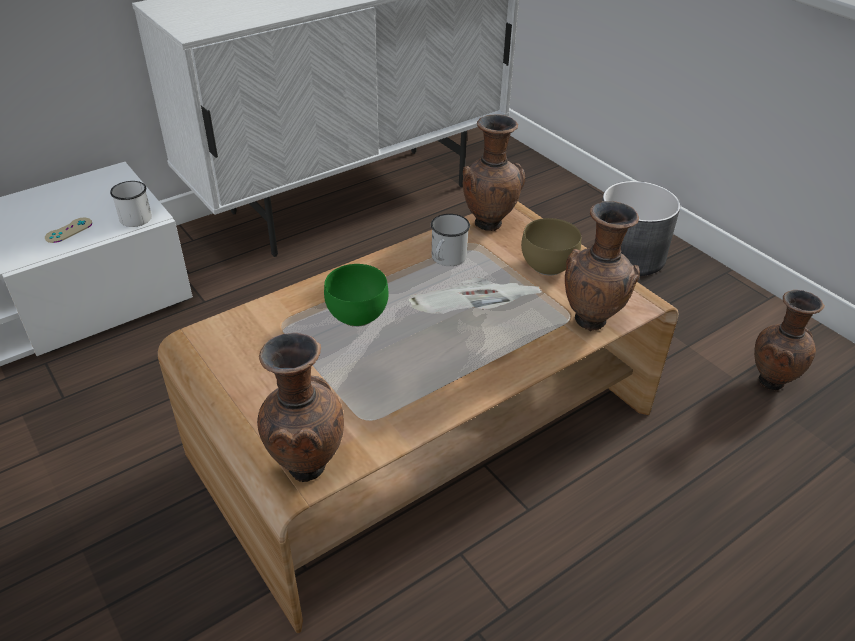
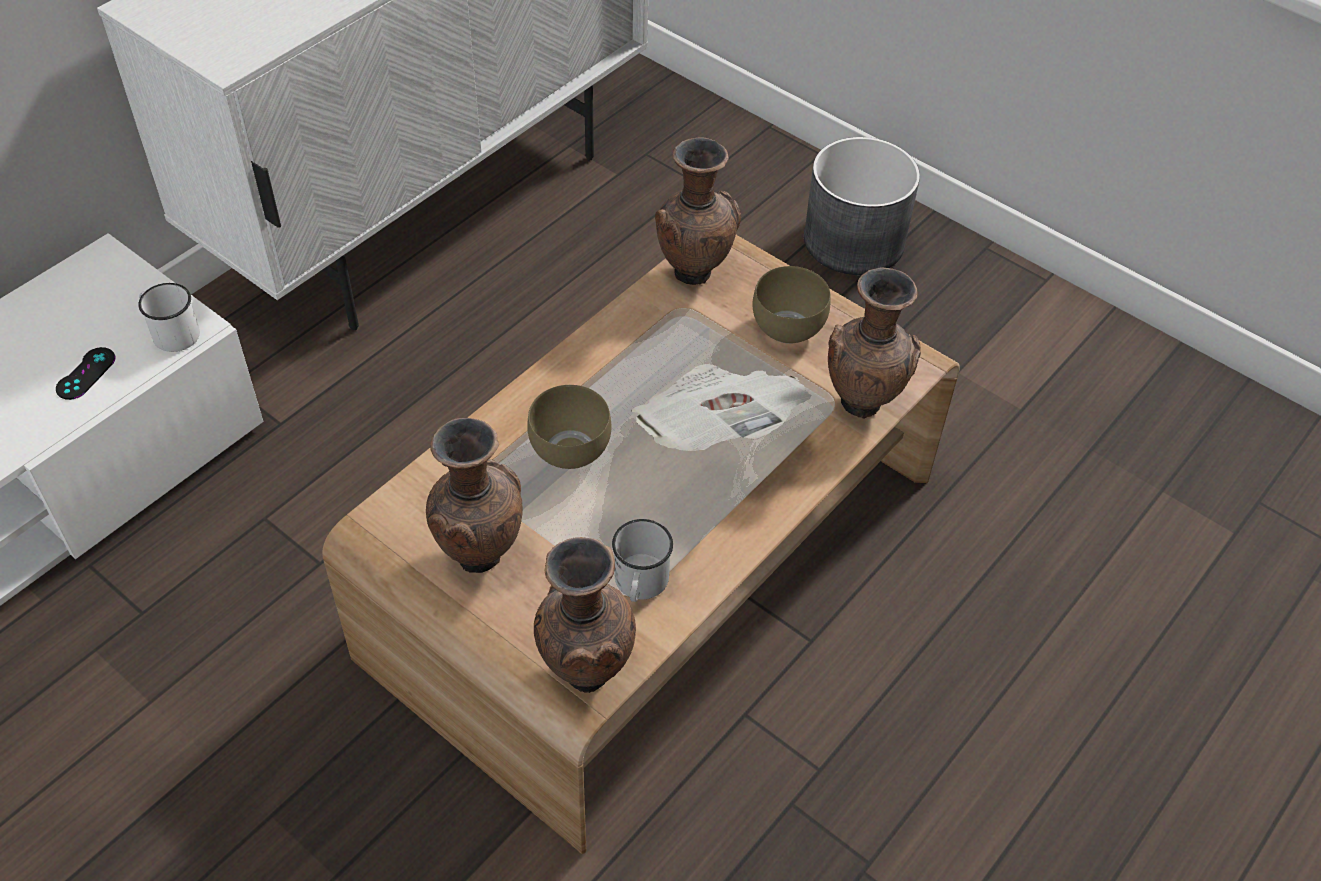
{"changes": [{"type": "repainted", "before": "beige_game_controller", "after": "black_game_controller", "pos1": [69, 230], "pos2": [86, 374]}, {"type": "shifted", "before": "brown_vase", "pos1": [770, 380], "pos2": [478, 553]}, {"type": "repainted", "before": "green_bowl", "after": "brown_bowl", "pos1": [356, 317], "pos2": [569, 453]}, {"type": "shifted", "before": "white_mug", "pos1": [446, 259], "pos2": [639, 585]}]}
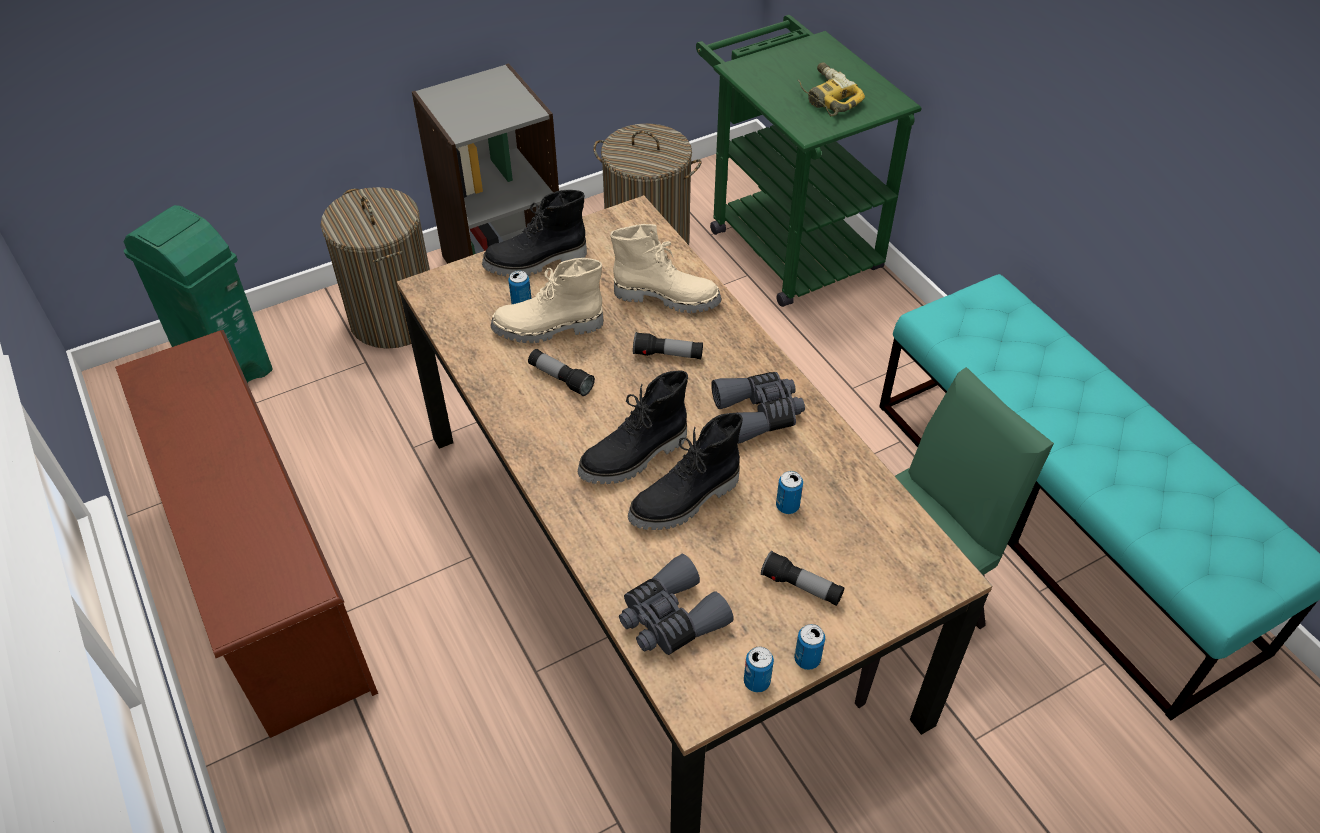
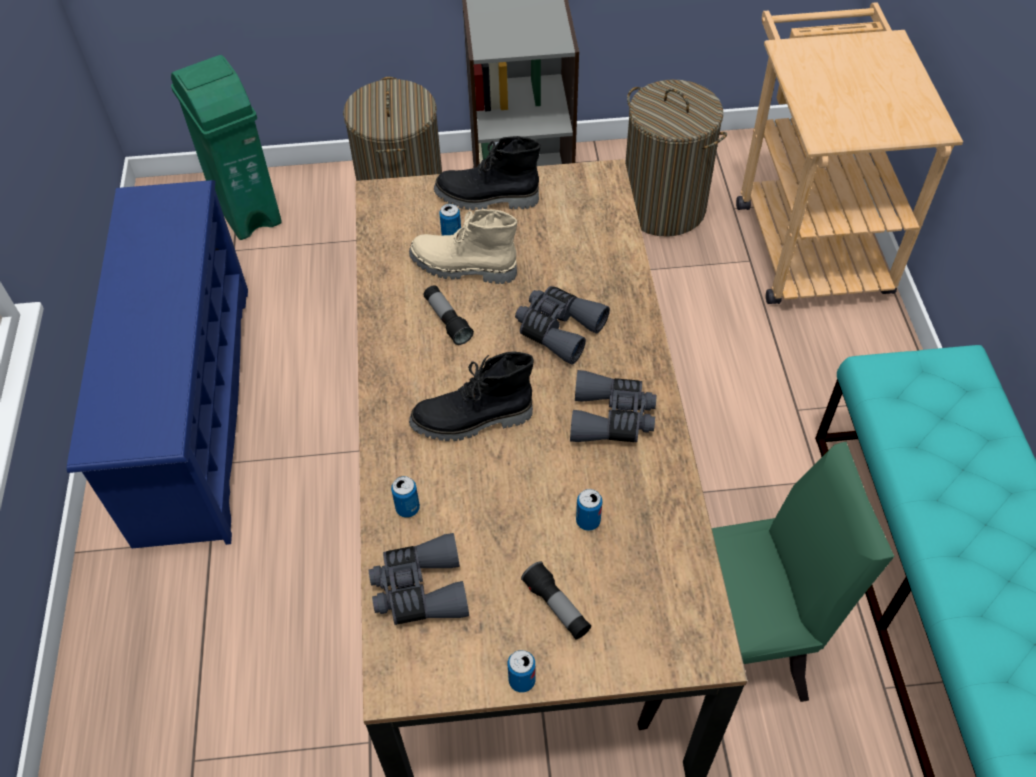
{"changes": [{"type": "repainted", "before": "brown_shoe_rack", "after": "blue_shoe_rack", "pos1": [266, 578], "pos2": [191, 409]}, {"type": "shifted", "before": "can", "pos1": [756, 681], "pos2": [407, 508]}, {"type": "swapped", "before": "flashlight", "after": "grey_binoculars", "pos1": [668, 355], "pos2": [558, 329]}, {"type": "repainted", "before": "green_cart", "after": "beige_cart", "pos1": [785, 240], "pos2": [807, 236]}, {"type": "gone", "before": "beige_boot", "pos1": [667, 297]}, {"type": "gone", "before": "black_boot", "pos1": [686, 501]}, {"type": "gone", "before": "power_drill", "pos1": [826, 97]}]}
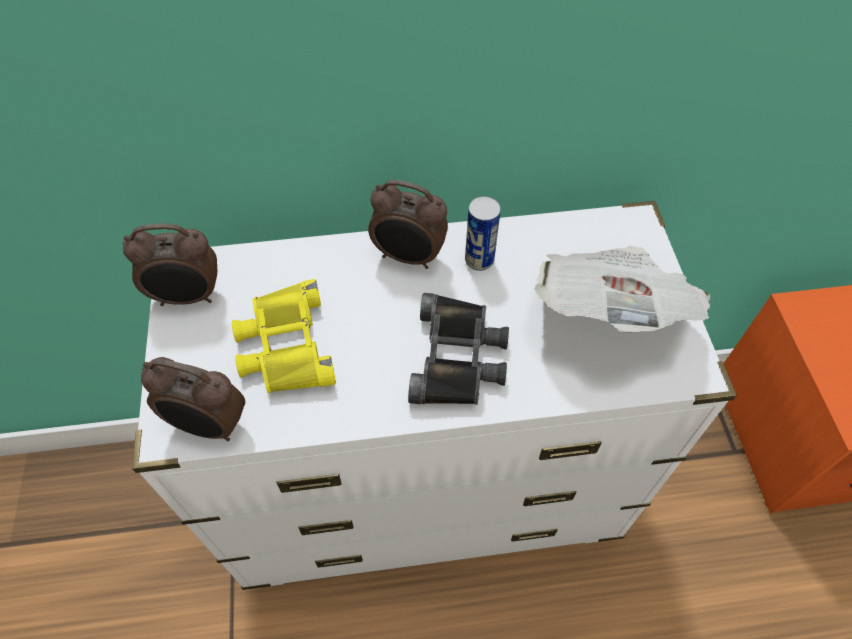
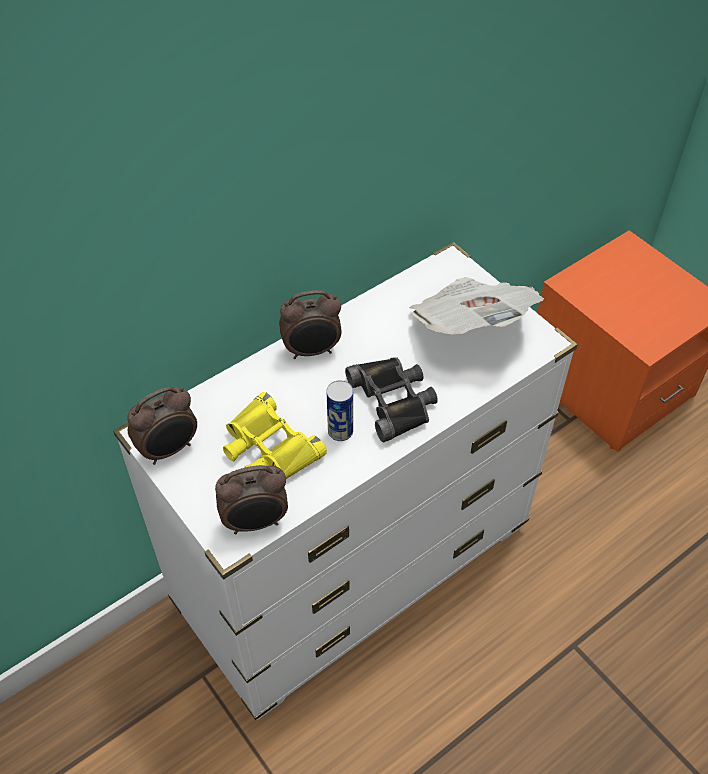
{"changes": [{"type": "shifted", "before": "can", "pos1": [479, 260], "pos2": [340, 431]}]}
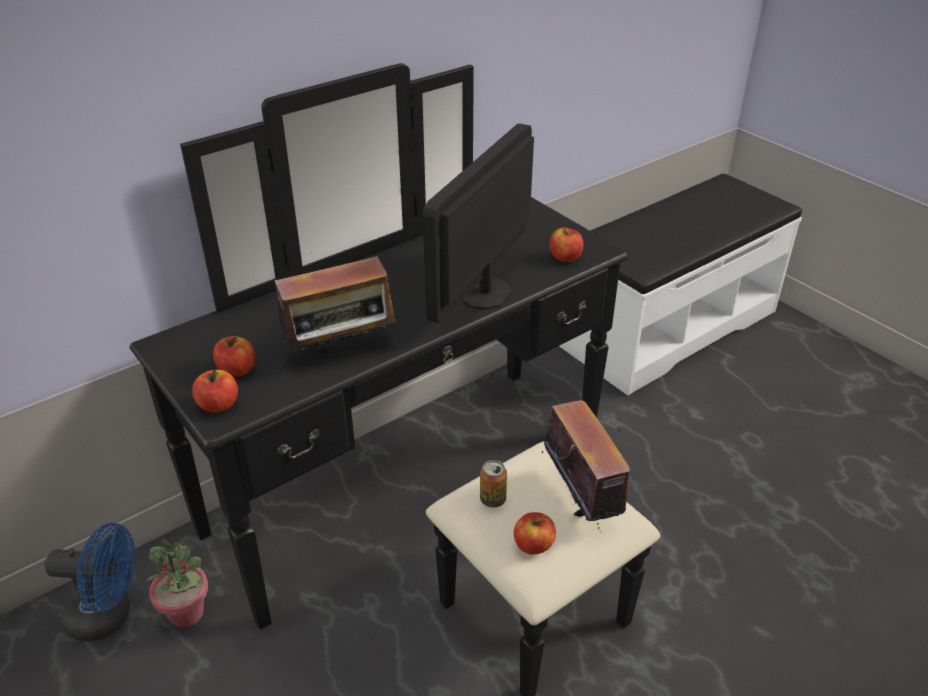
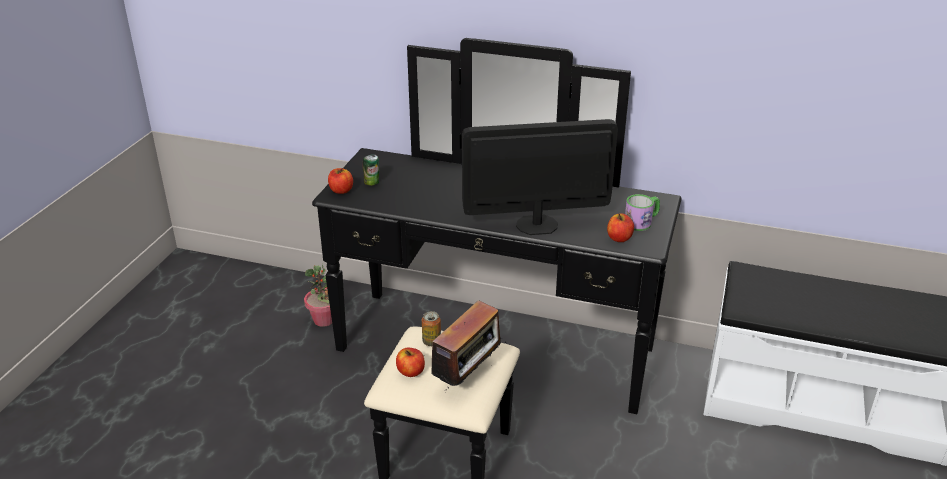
{"changes": [{"type": "swapped", "before": "apple", "after": "can", "pos1": [237, 370], "pos2": [372, 183]}, {"type": "new", "after": "mug", "pos2": [642, 222]}, {"type": "gone", "before": "blue_fan", "pos1": [109, 616]}, {"type": "gone", "before": "radio", "pos1": [342, 352]}]}
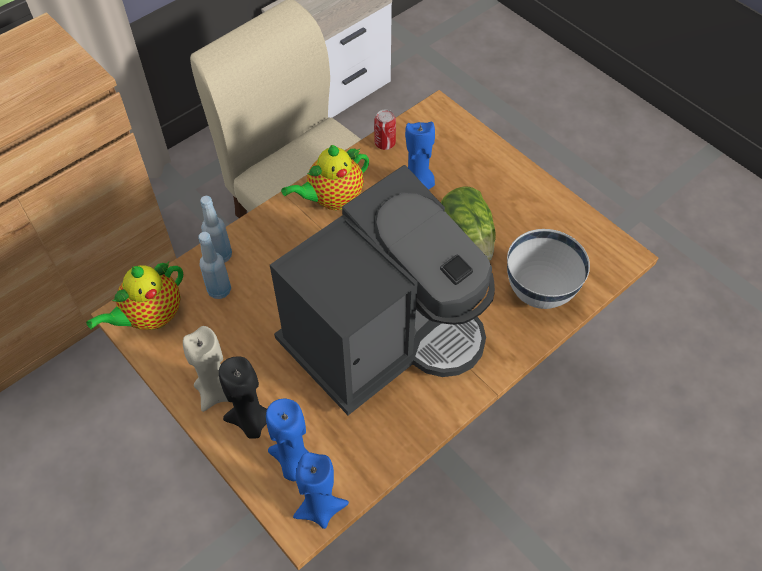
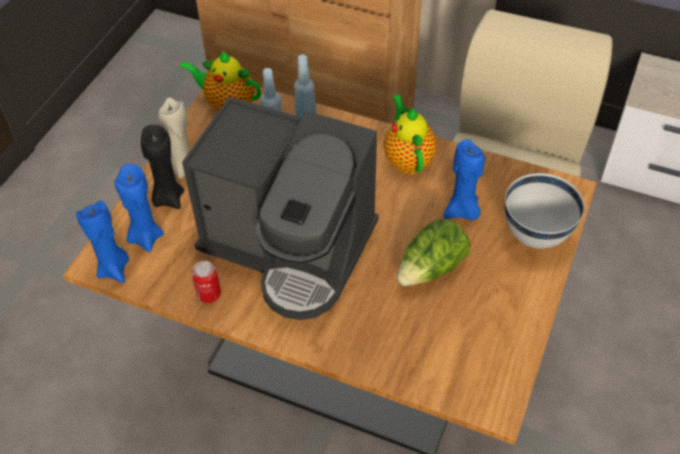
{"changes": [{"type": "shifted", "before": "can", "pos1": [385, 143], "pos2": [209, 294]}, {"type": "rotated", "before": "teapot", "pos1": [332, 199], "pos2": [407, 159], "turn": 45}, {"type": "shifted", "before": "white_bowl", "pos1": [538, 293], "pos2": [535, 235]}]}
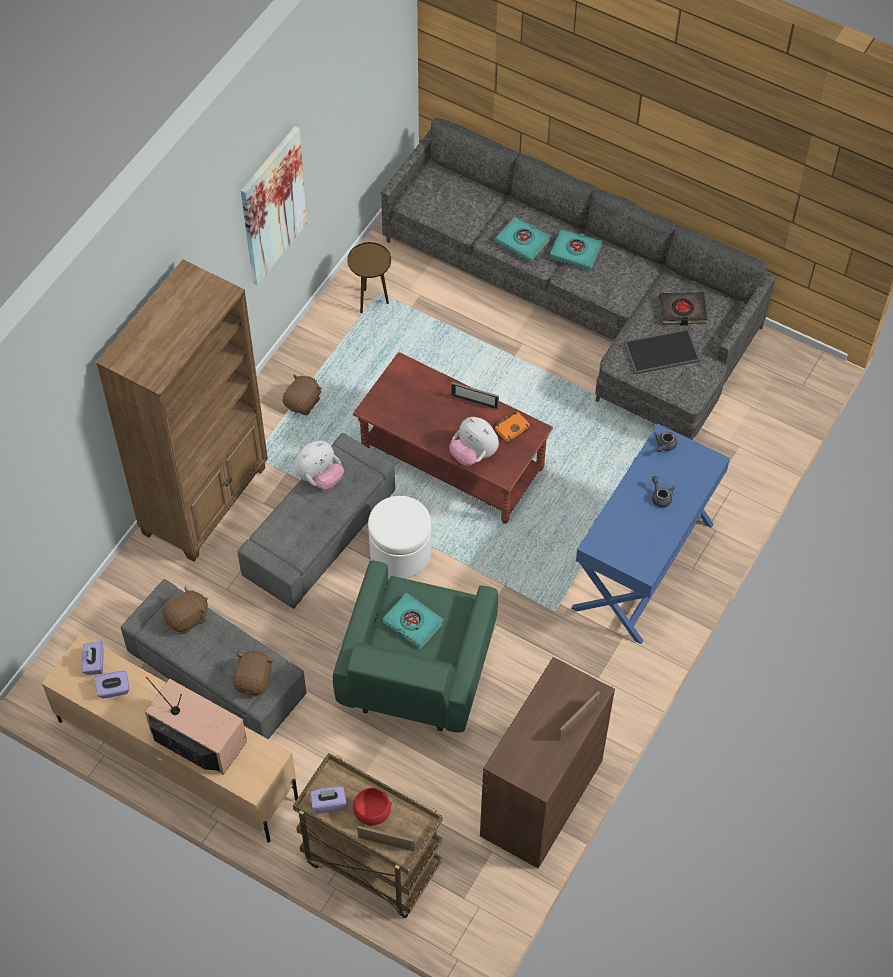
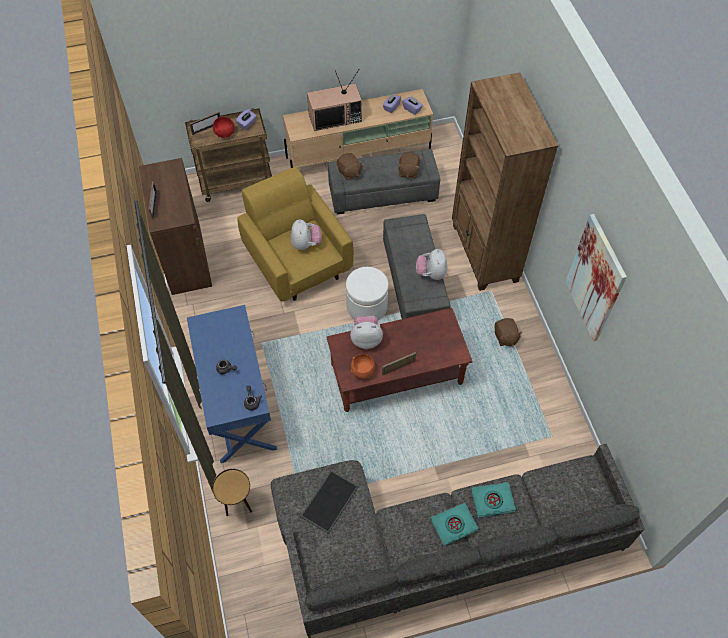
{"changes": [{"type": "shifted", "before": "brown_side_table", "pos1": [371, 301], "pos2": [238, 506]}, {"type": "repainted", "before": "green_armchair", "after": "yellow_armchair", "pos1": [415, 675], "pos2": [297, 261]}, {"type": "swapped", "before": "turquoise_book", "after": "plush_toy", "pos1": [413, 623], "pos2": [306, 244]}, {"type": "swapped", "before": "orange_book", "after": "orange_bowl", "pos1": [512, 427], "pos2": [363, 371]}, {"type": "gone", "before": "black_book", "pos1": [682, 311]}]}
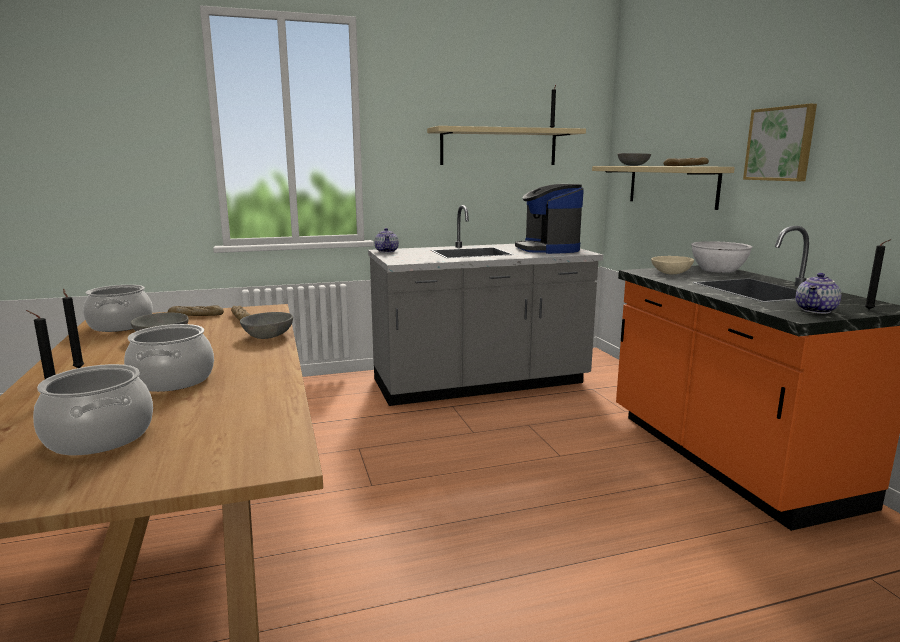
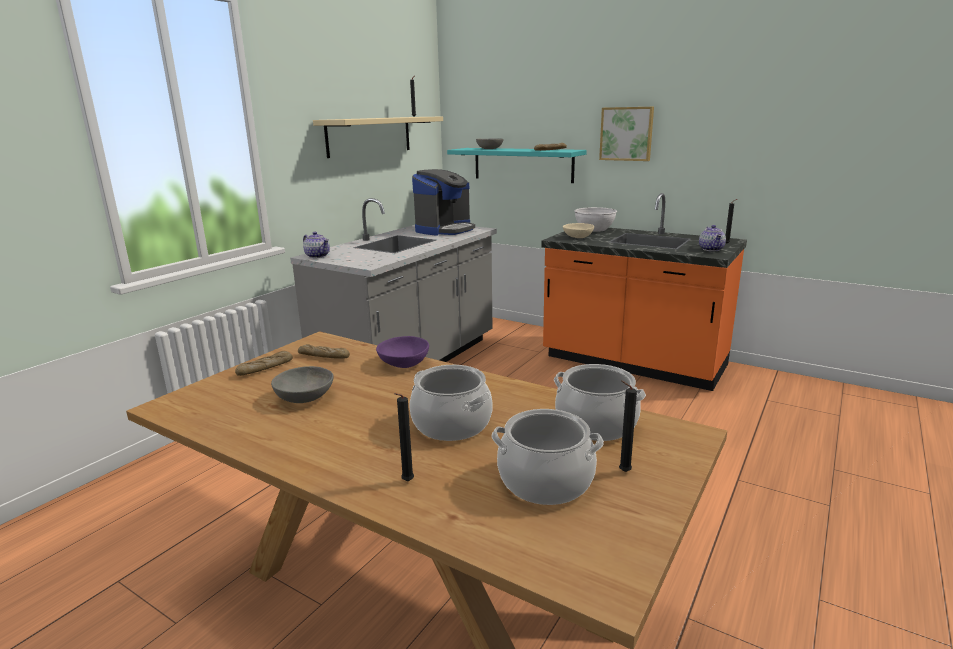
{"changes": [{"type": "repainted", "before": "grey_bowl", "after": "purple_bowl", "pos1": [267, 336], "pos2": [403, 363]}, {"type": "rotated", "before": "coffee_machine", "pos1": [548, 249], "pos2": [444, 230], "turn": -90}, {"type": "repainted", "before": "beige_shelf", "after": "turquoise_shelf", "pos1": [671, 185], "pos2": [523, 164]}, {"type": "shifted", "before": "cooking_pot", "pos1": [120, 325], "pos2": [595, 424]}, {"type": "shifted", "before": "black_candle", "pos1": [78, 368], "pos2": [622, 471]}]}
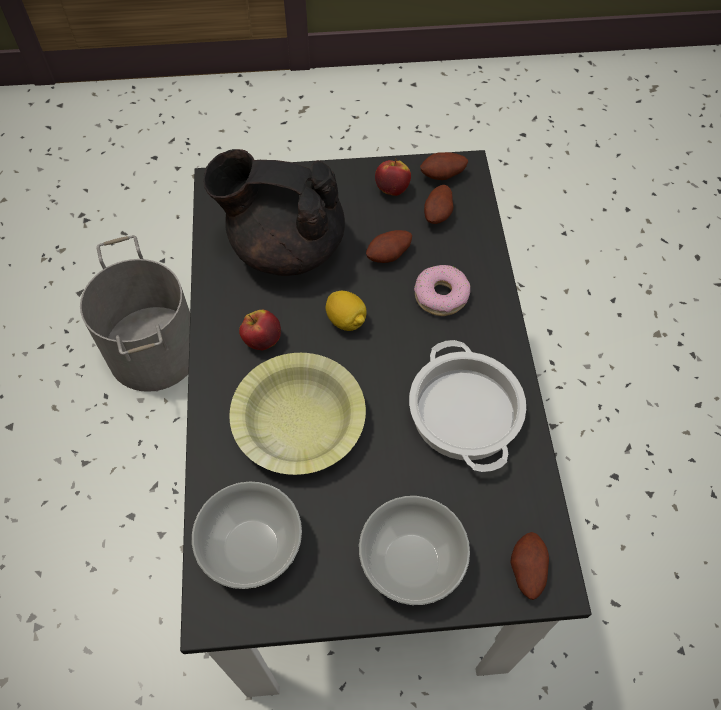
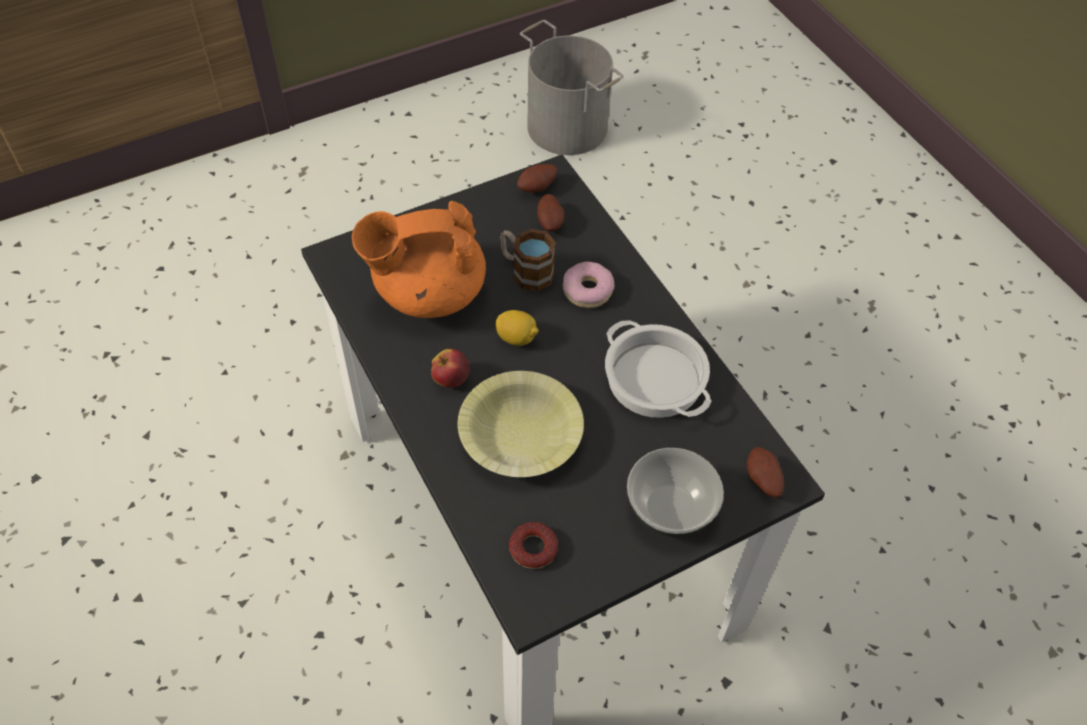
{"changes": [{"type": "repainted", "before": "black_teapot", "after": "orange_teapot", "pos1": [285, 246], "pos2": [427, 292]}, {"type": "swapped", "before": "potato", "after": "mug", "pos1": [389, 256], "pos2": [526, 271]}, {"type": "swapped", "before": "bowl", "after": "donut", "pos1": [251, 547], "pos2": [533, 548]}, {"type": "shifted", "before": "grey_bucket", "pos1": [155, 350], "pos2": [568, 126]}, {"type": "gone", "before": "apple", "pos1": [392, 189]}]}
